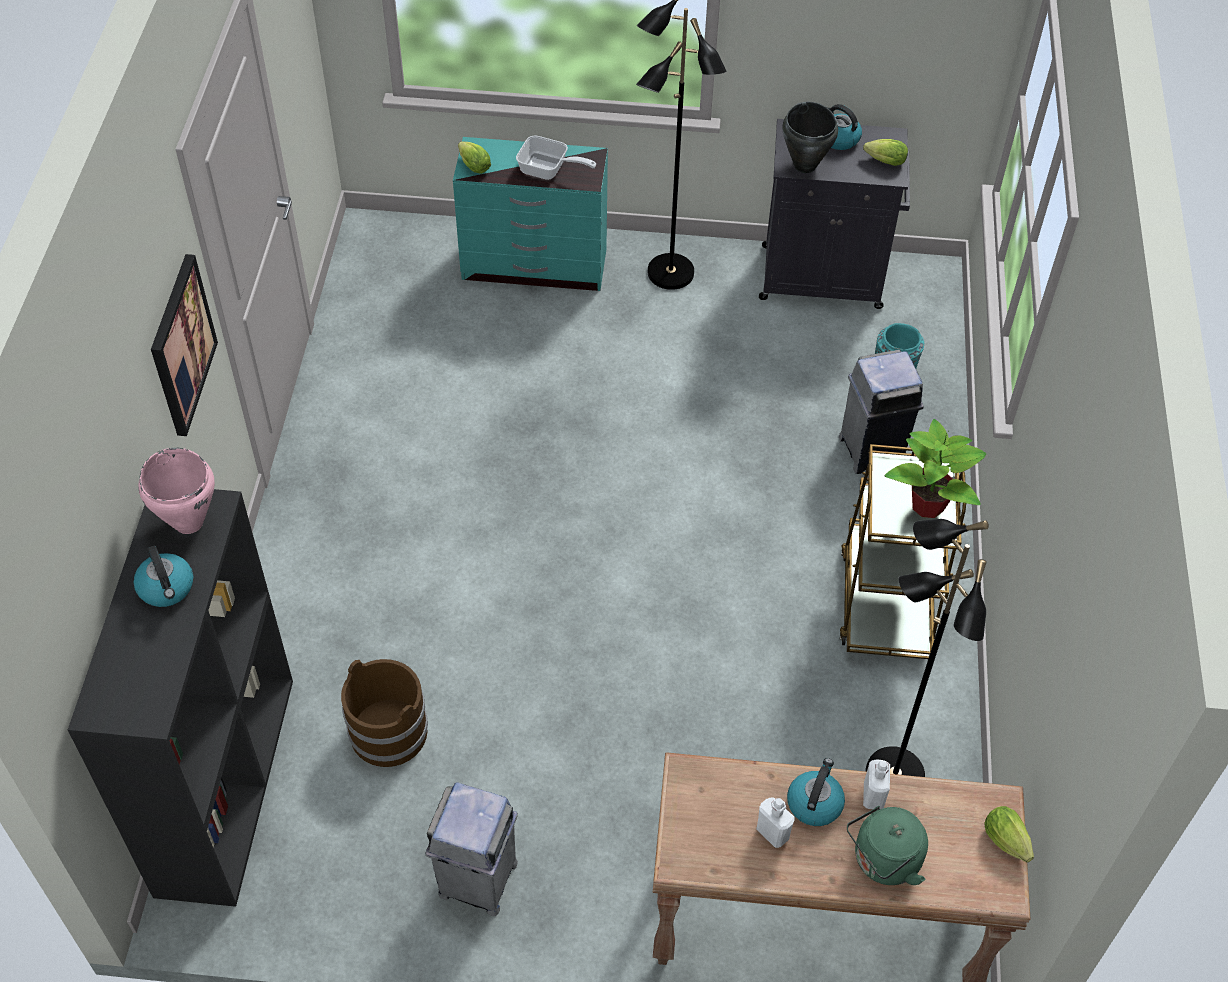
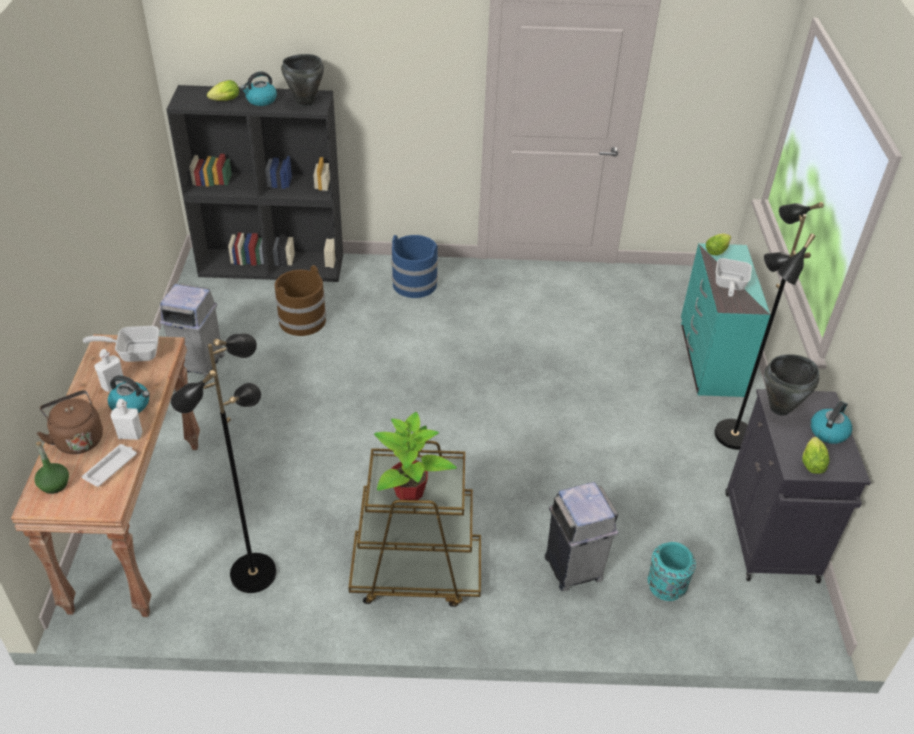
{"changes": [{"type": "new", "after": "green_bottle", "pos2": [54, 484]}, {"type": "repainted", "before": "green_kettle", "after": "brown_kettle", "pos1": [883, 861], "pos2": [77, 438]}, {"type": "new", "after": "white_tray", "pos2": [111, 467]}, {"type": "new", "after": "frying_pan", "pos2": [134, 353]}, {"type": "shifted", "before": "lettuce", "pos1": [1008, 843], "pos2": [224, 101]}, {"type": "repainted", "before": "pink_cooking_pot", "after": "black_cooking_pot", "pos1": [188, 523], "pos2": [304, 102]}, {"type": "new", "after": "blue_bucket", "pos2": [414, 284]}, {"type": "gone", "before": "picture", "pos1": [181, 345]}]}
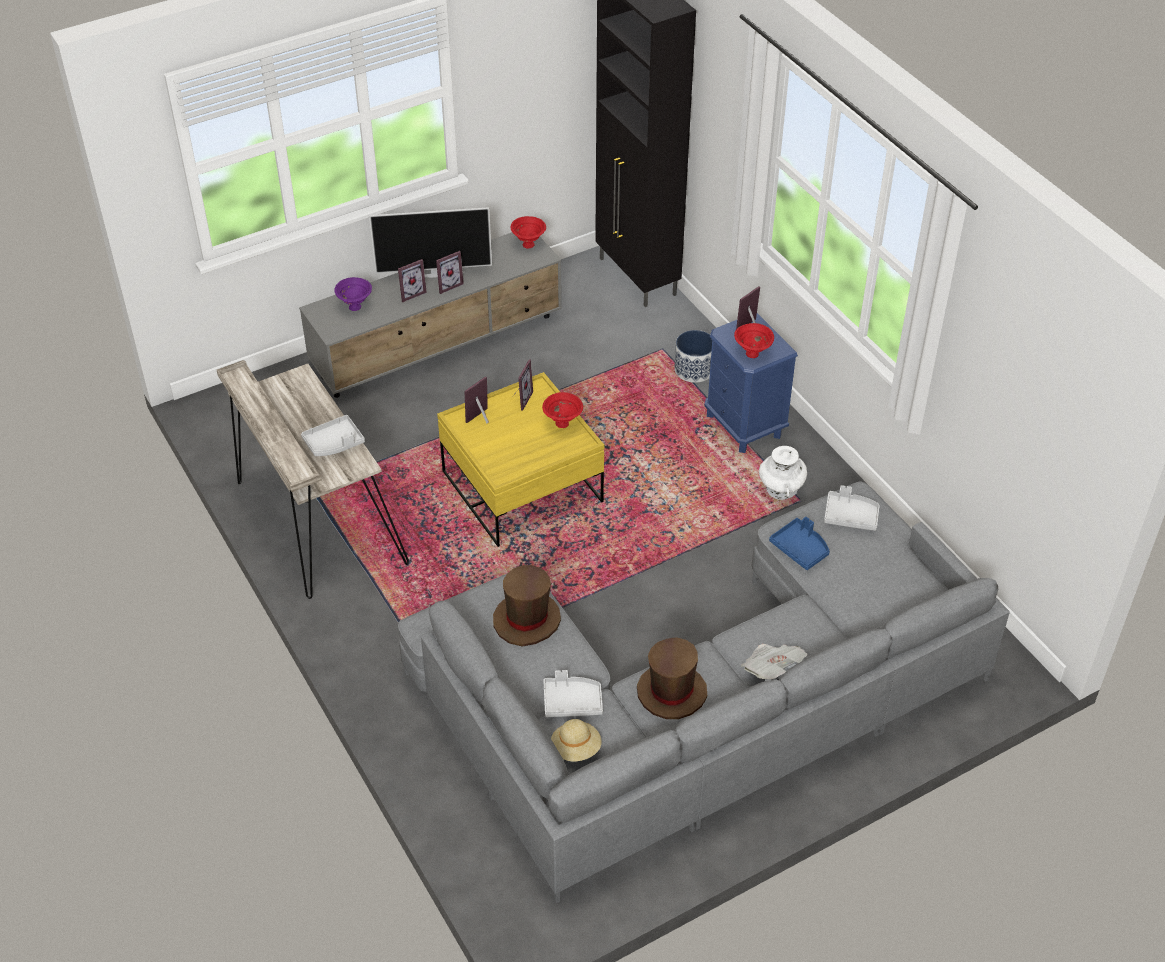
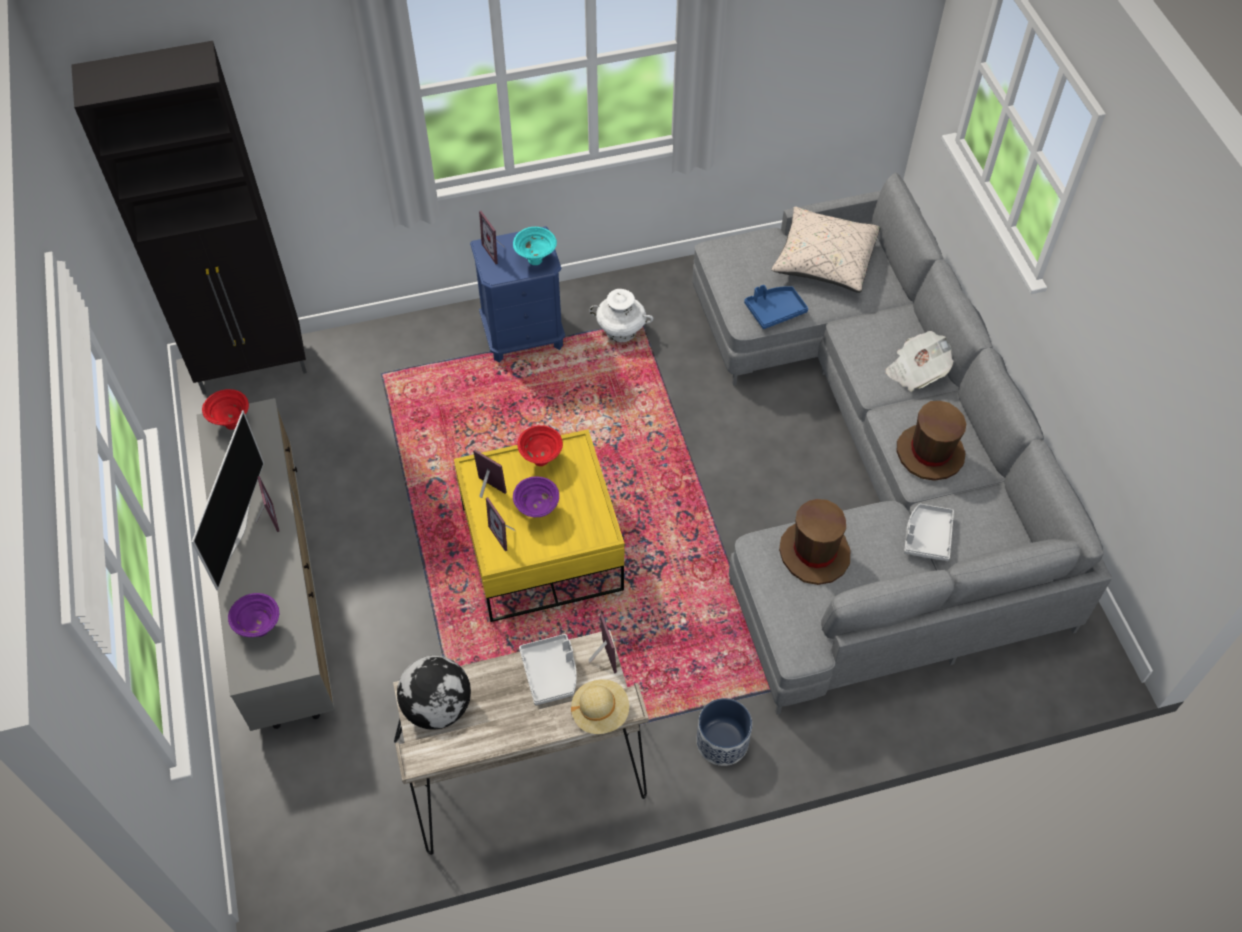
{"changes": [{"type": "new", "after": "globe", "pos2": [438, 706]}, {"type": "repainted", "before": "red_bowl", "after": "turquoise_bowl", "pos1": [753, 354], "pos2": [536, 260]}, {"type": "new", "after": "purple_bowl", "pos2": [538, 511]}, {"type": "shifted", "before": "beige_hat", "pos1": [576, 748], "pos2": [600, 712]}, {"type": "shifted", "before": "picture_frame", "pos1": [410, 293], "pos2": [600, 659]}, {"type": "shifted", "before": "planter", "pos1": [693, 369], "pos2": [721, 741]}, {"type": "new", "after": "beige_pillow", "pos2": [824, 261]}, {"type": "gone", "before": "grey_tray", "pos1": [850, 516]}]}
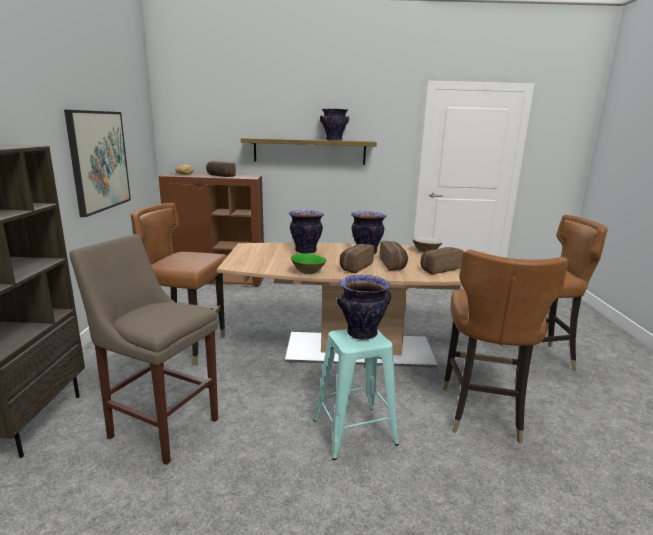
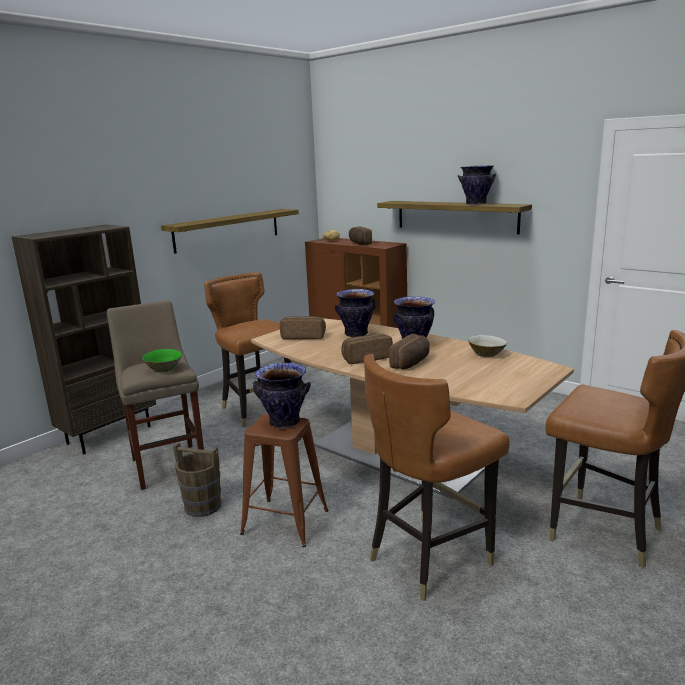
{"changes": [{"type": "shifted", "before": "green_bowl", "pos1": [308, 271], "pos2": [164, 369]}, {"type": "swapped", "before": "picture", "after": "shelf", "pos1": [99, 160], "pos2": [228, 230]}, {"type": "new", "after": "brown_bucket", "pos2": [202, 506]}, {"type": "repainted", "before": "turquoise_stool", "after": "brown_stool", "pos1": [354, 432], "pos2": [285, 522]}, {"type": "shifted", "before": "bread", "pos1": [439, 269], "pos2": [303, 336]}]}
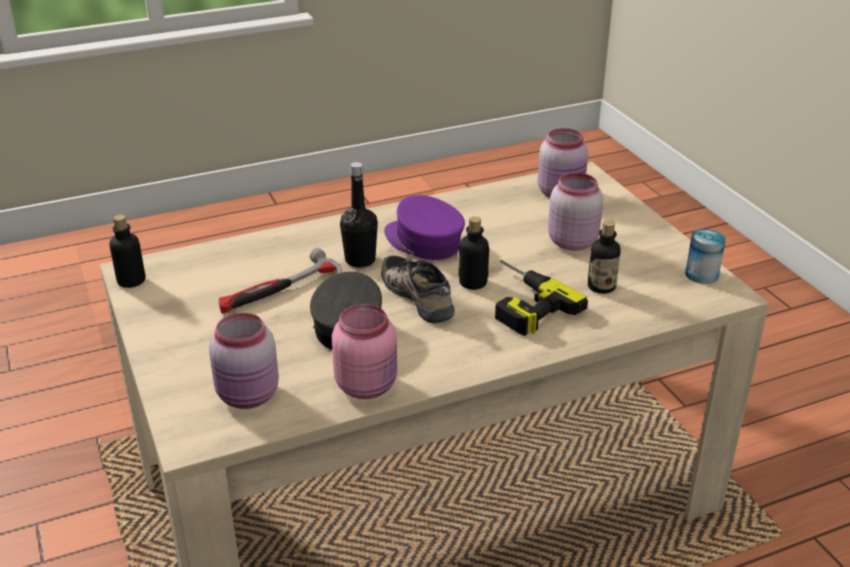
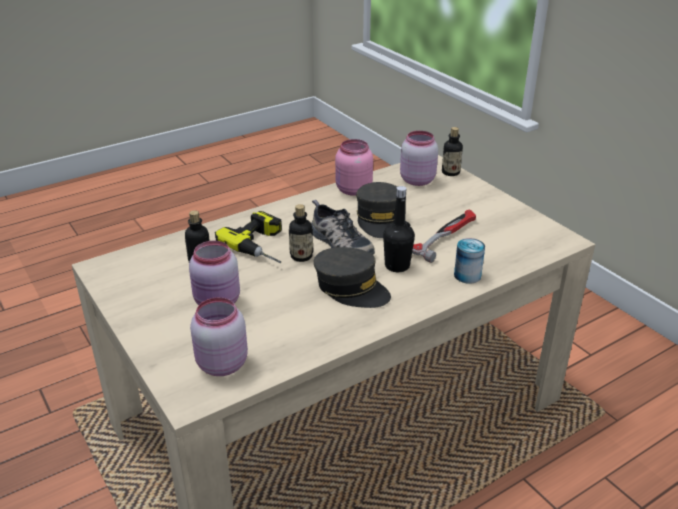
{"changes": [{"type": "repainted", "before": "purple_cap", "after": "grey_cap", "pos1": [423, 242], "pos2": [351, 288]}, {"type": "shifted", "before": "bottle", "pos1": [131, 281], "pos2": [450, 172]}, {"type": "shifted", "before": "can", "pos1": [701, 274], "pos2": [467, 275]}]}
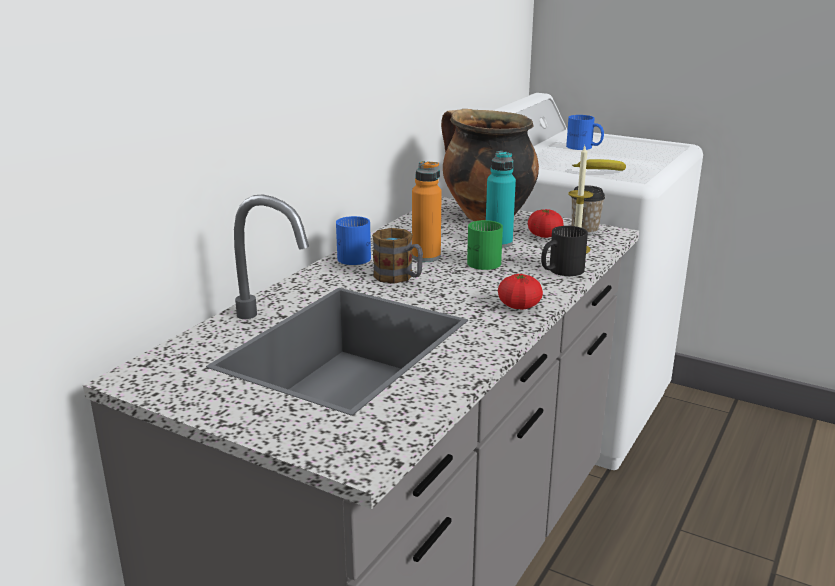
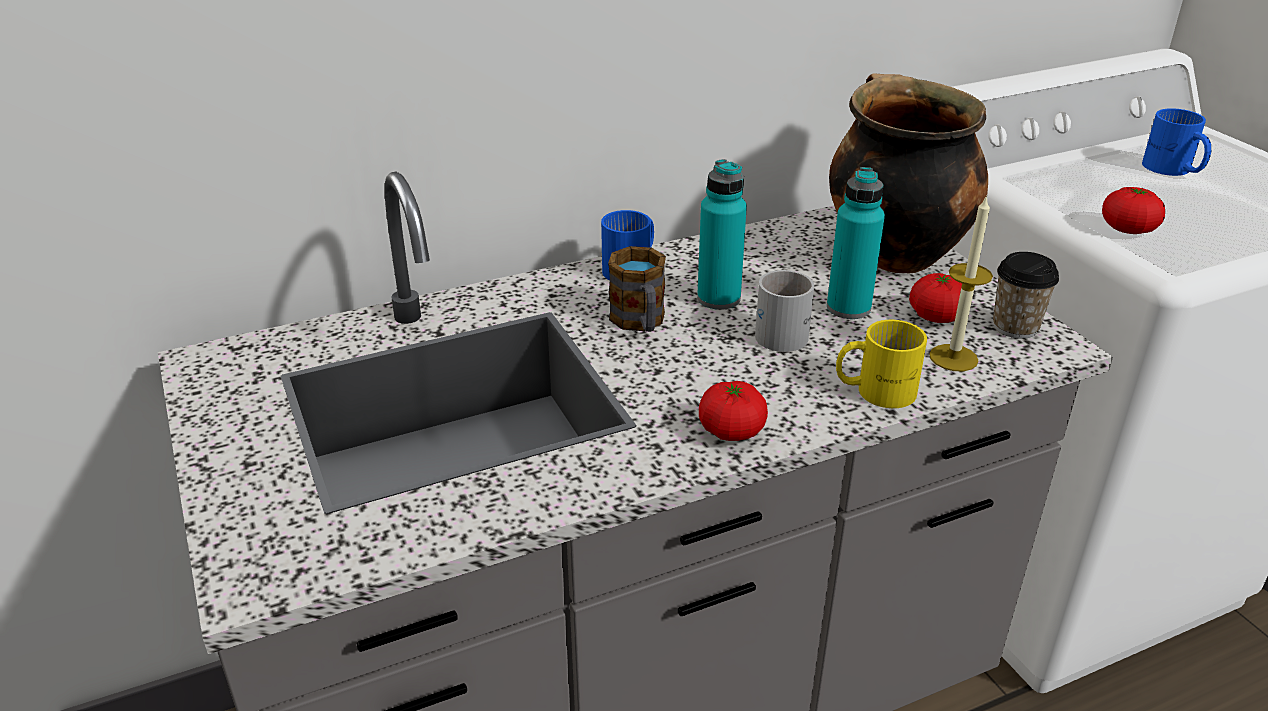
{"changes": [{"type": "repainted", "before": "orange_bottle", "after": "turquoise_bottle", "pos1": [426, 256], "pos2": [718, 298]}, {"type": "repainted", "before": "green_mug", "after": "white_mug", "pos1": [482, 260], "pos2": [785, 331]}, {"type": "repainted", "before": "black_mug", "after": "yellow_mug", "pos1": [560, 270], "pos2": [875, 389]}, {"type": "swapped", "before": "banana", "after": "tomato", "pos1": [600, 172], "pos2": [1127, 229]}]}
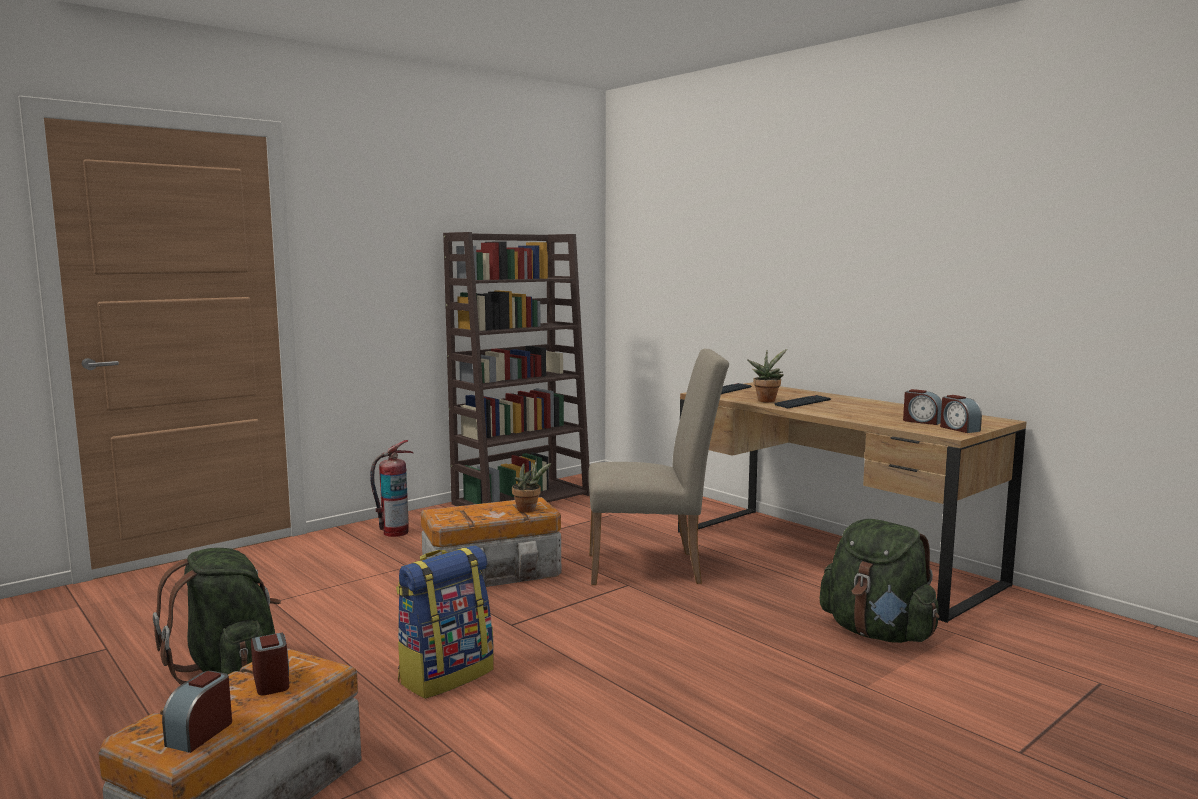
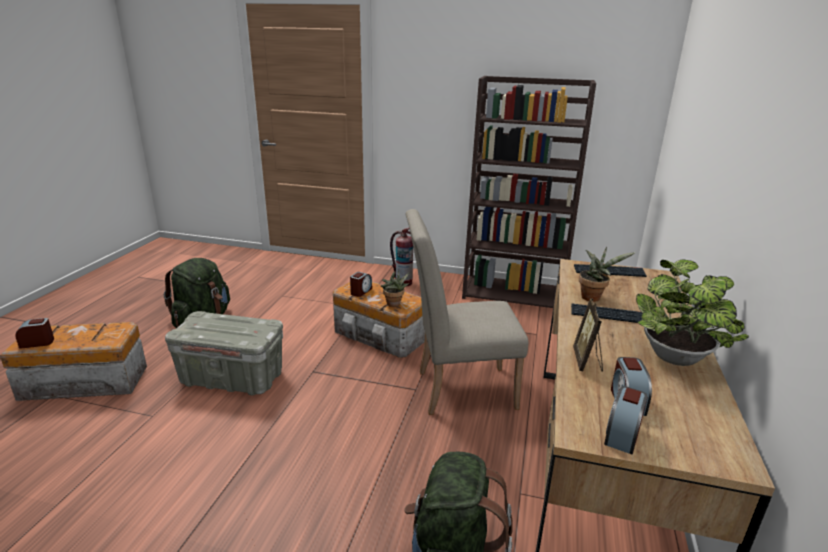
{"changes": [{"type": "swapped", "before": "backpack", "after": "grey_storage_box", "pos1": [446, 675], "pos2": [233, 378]}, {"type": "shifted", "before": "alarm_clock", "pos1": [271, 681], "pos2": [361, 291]}, {"type": "rotated", "before": "beige_chair", "pos1": [654, 568], "pos2": [457, 389], "turn": 120}, {"type": "new", "after": "picture_frame", "pos2": [587, 361]}, {"type": "new", "after": "potted_plant", "pos2": [677, 360]}]}
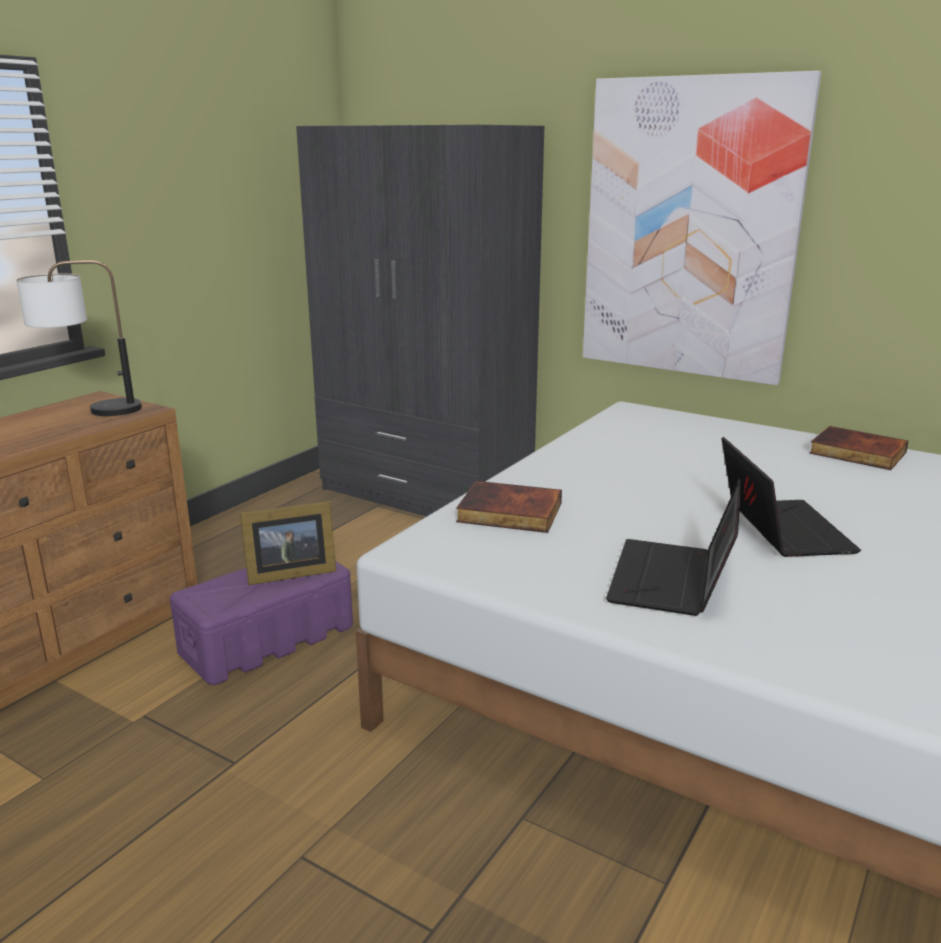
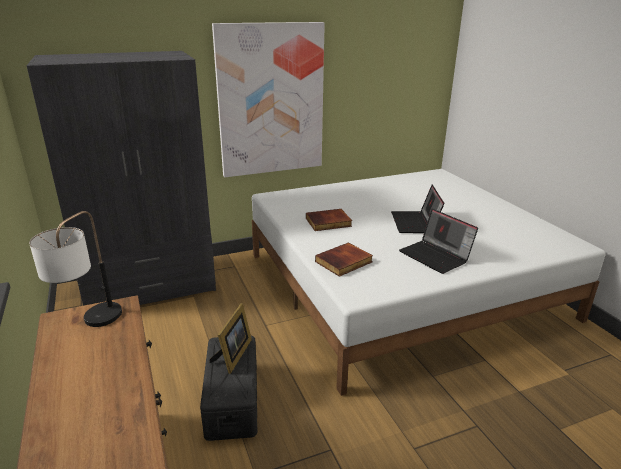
{"changes": [{"type": "repainted", "before": "purple_storage_box", "after": "black_storage_box", "pos1": [269, 639], "pos2": [232, 399]}, {"type": "shifted", "before": "book", "pos1": [856, 453], "pos2": [328, 222]}, {"type": "rotated", "before": "laptop", "pos1": [780, 529], "pos2": [415, 223], "turn": -120}]}
